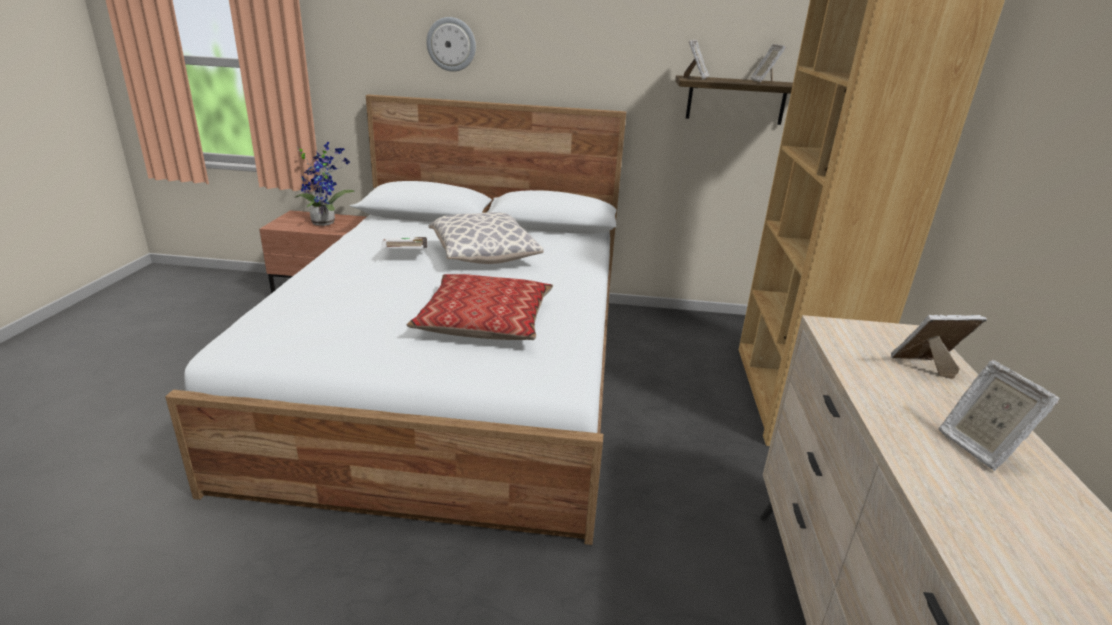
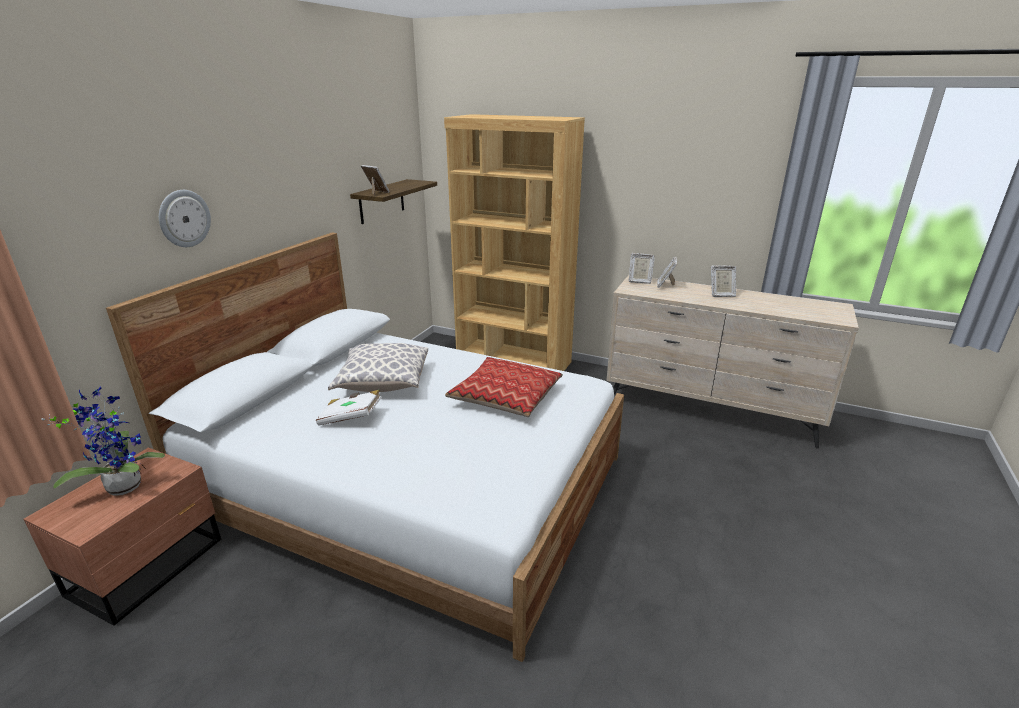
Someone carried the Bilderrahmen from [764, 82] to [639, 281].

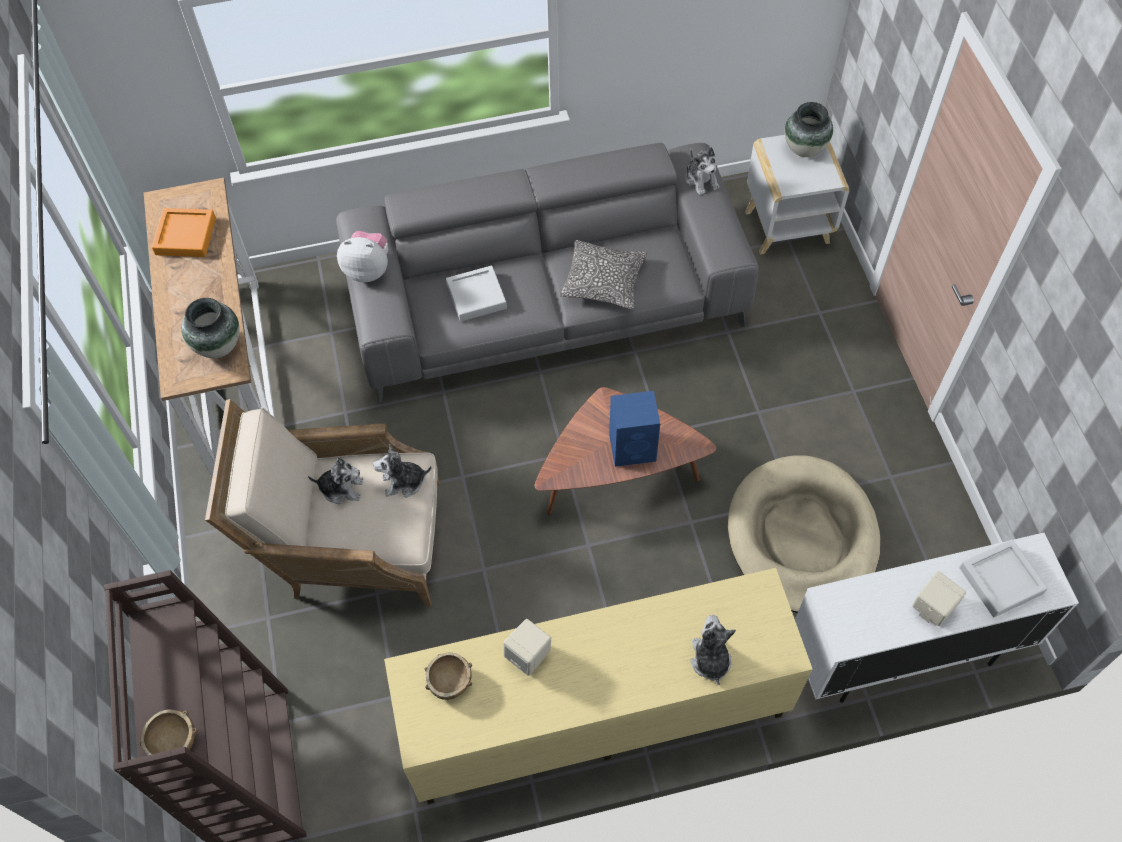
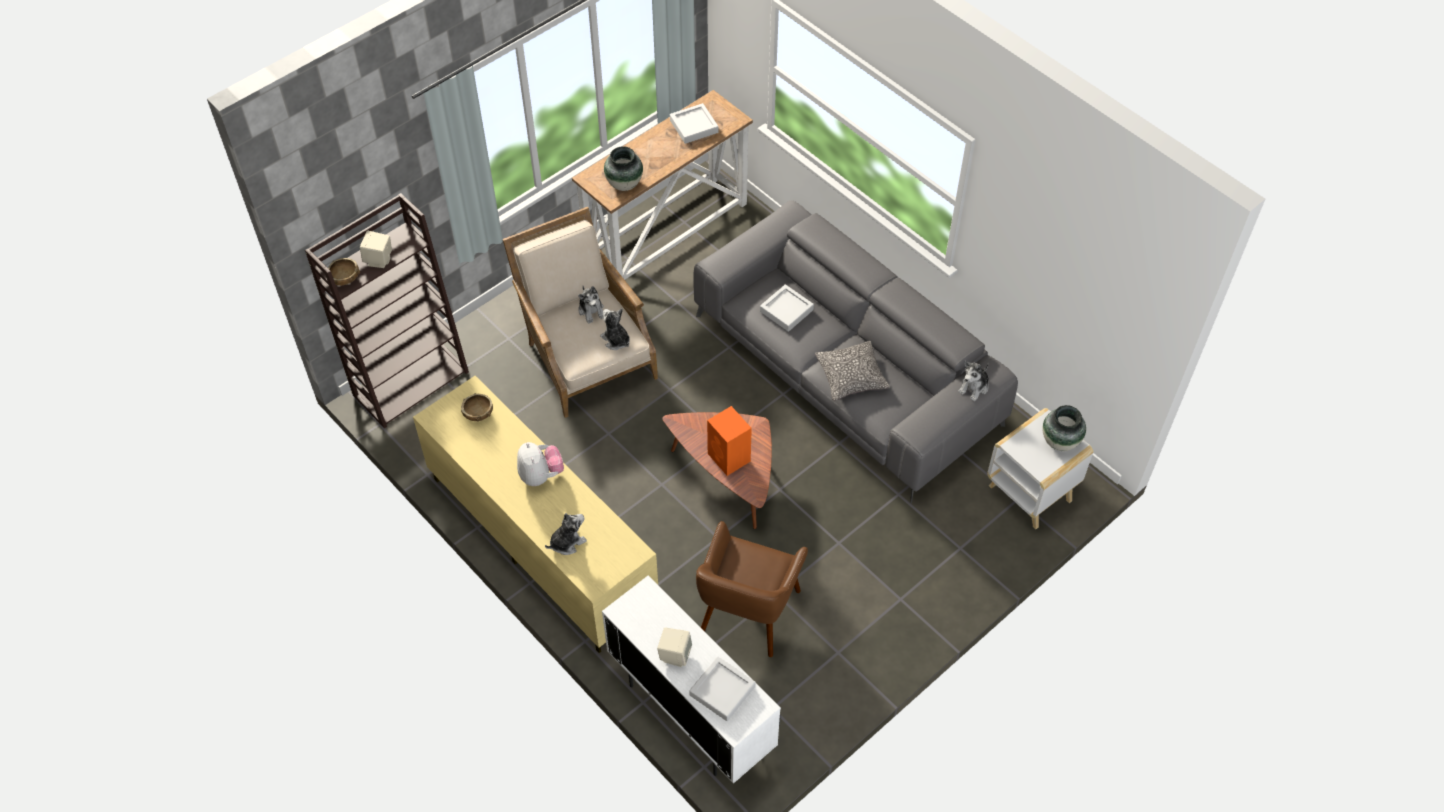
Someone carried the Lautsprecher/beige from [528, 655] to [379, 260].
Someone carried the Plüschtier from [368, 269] to [541, 475].
Someone repainted the Tablett/orange at [186, 236], which became the Tablett/grau at [694, 126].
Someone swapped the Hundebett/beige at [802, 537] for the Sessel/braun at [747, 612].
Someone repainted the Lautsprecher/blau at [633, 447], which became the Lautsprecher/orange at [729, 458].

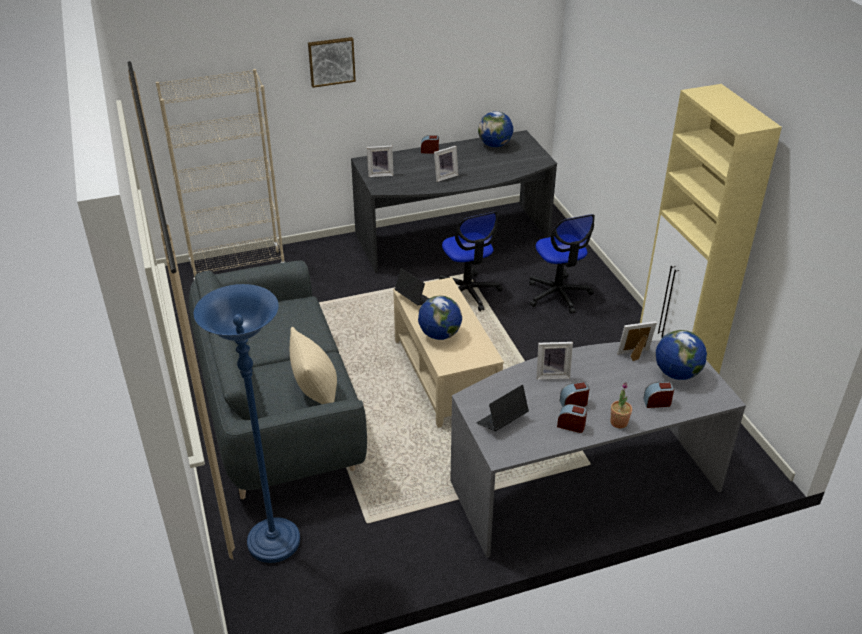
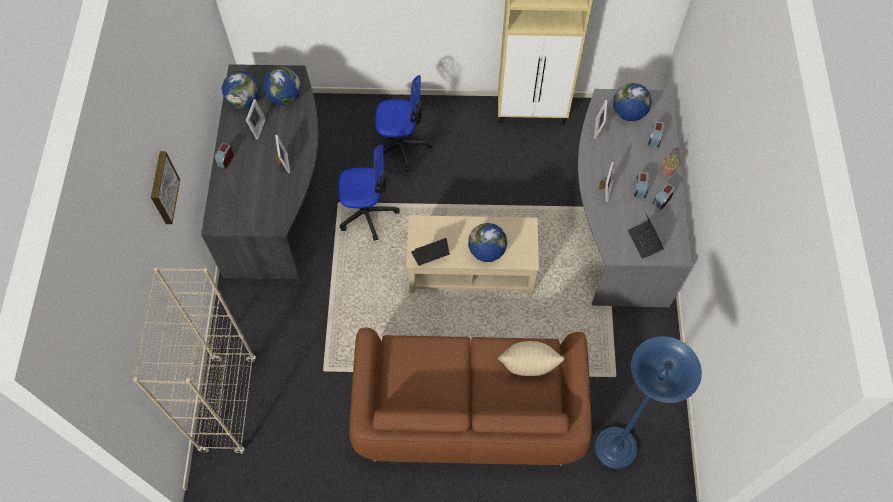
Someone carried the Bilderrahmen from [380, 174] to [256, 128].
Someone put down the Globus at [284, 97].
Someone repainted the Sofa/grau at [279, 412], which became the Sofa/braun at [469, 412].

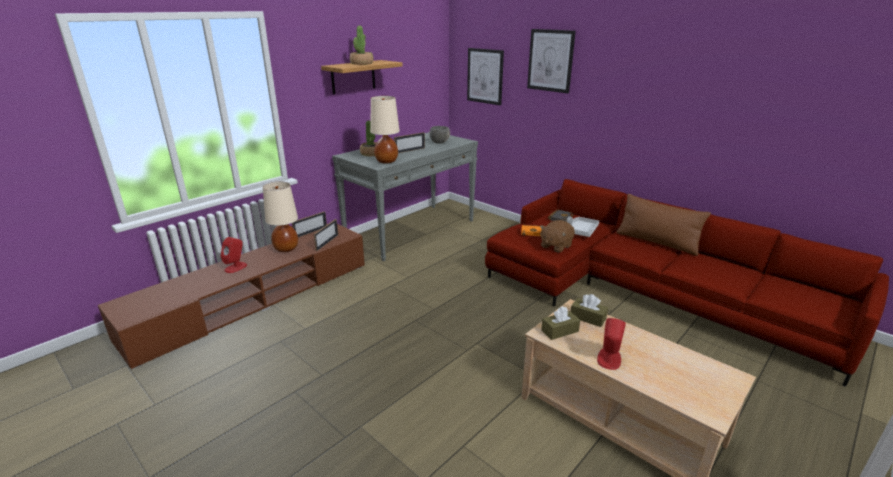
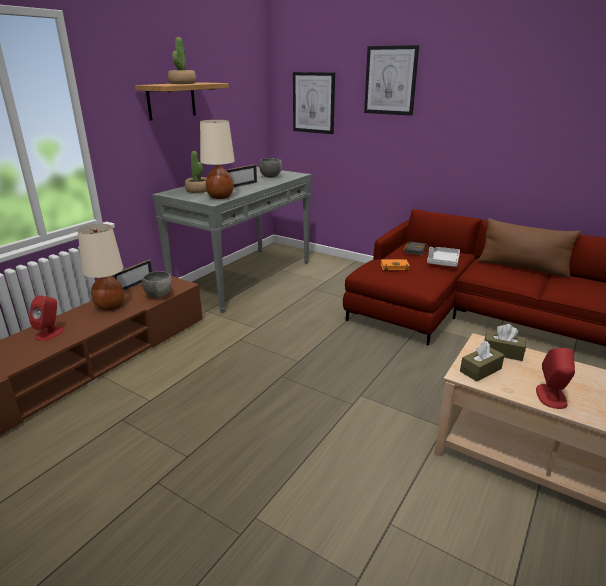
Someone swapped the Bilderrahmen at [327, 242] for the Schüssel/grau at [159, 295].
Someone took away the Plüschtier/braun at [555, 246].

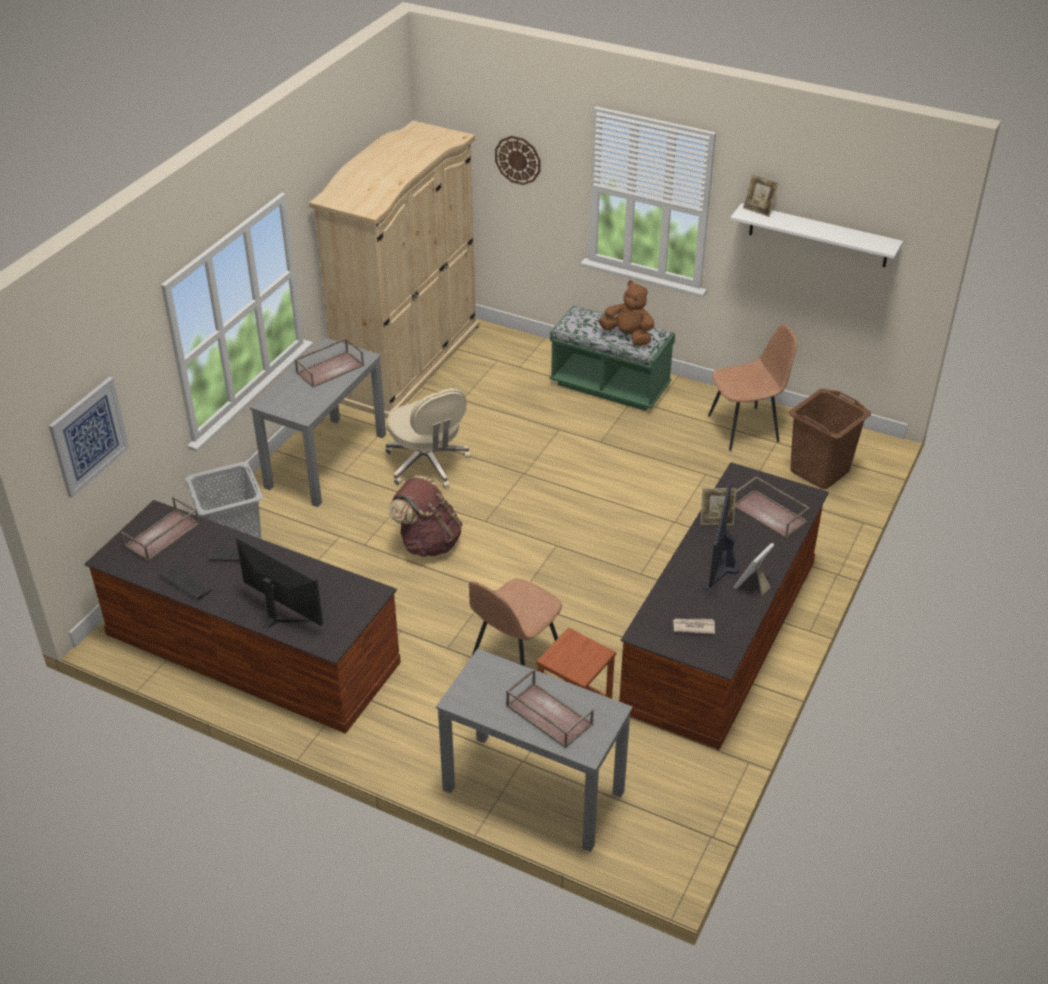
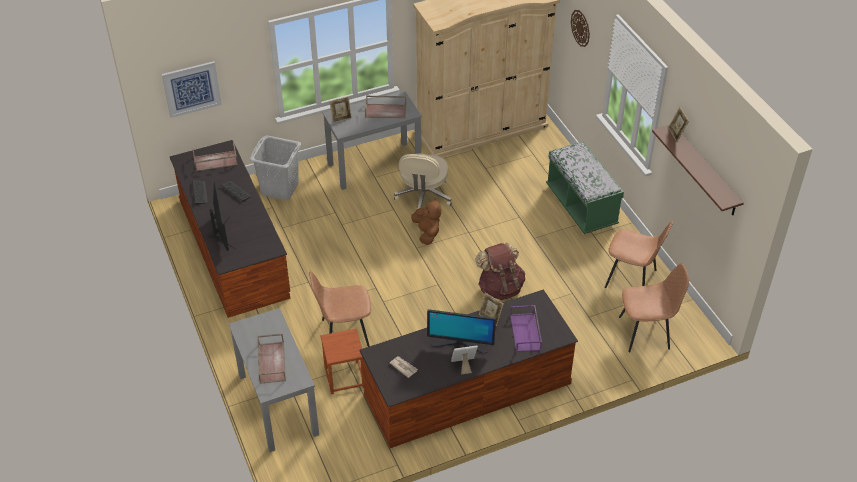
Someone put down the Bilderrahmen at [341, 118].
Someone carried the Plüschtier/braun from [628, 336] to [427, 233].
Someone rotated the Monitor at [721, 565] by 135 degrees counterclockwise.
Someone carried the Rucksack/braun from [428, 543] to [500, 288].
Someone repainted the Tablett/braun at [770, 514], which became the Tablett/lila at [526, 333].
Someone swapped the Wäschekorb/braun at [820, 471] for the Stuhl/braun at [645, 333].
Someone repainted the Wandregal/weiß at [818, 235], which became the Wandregal/braun at [705, 171].

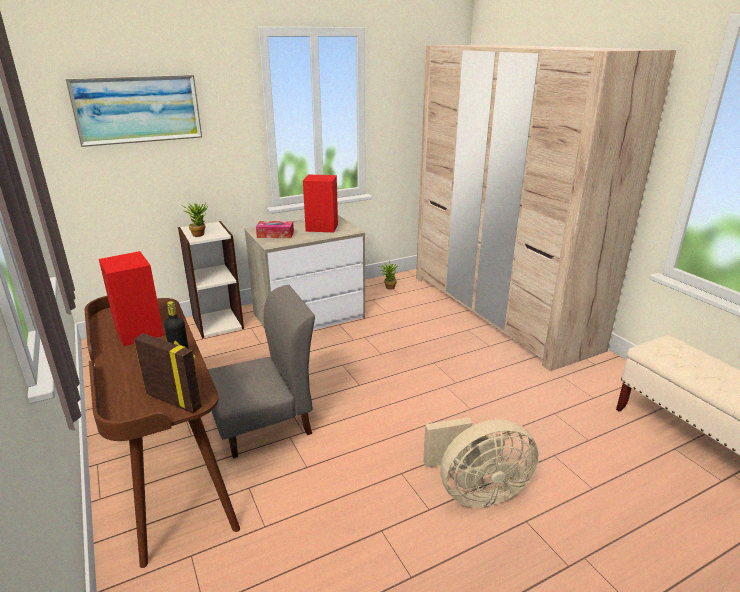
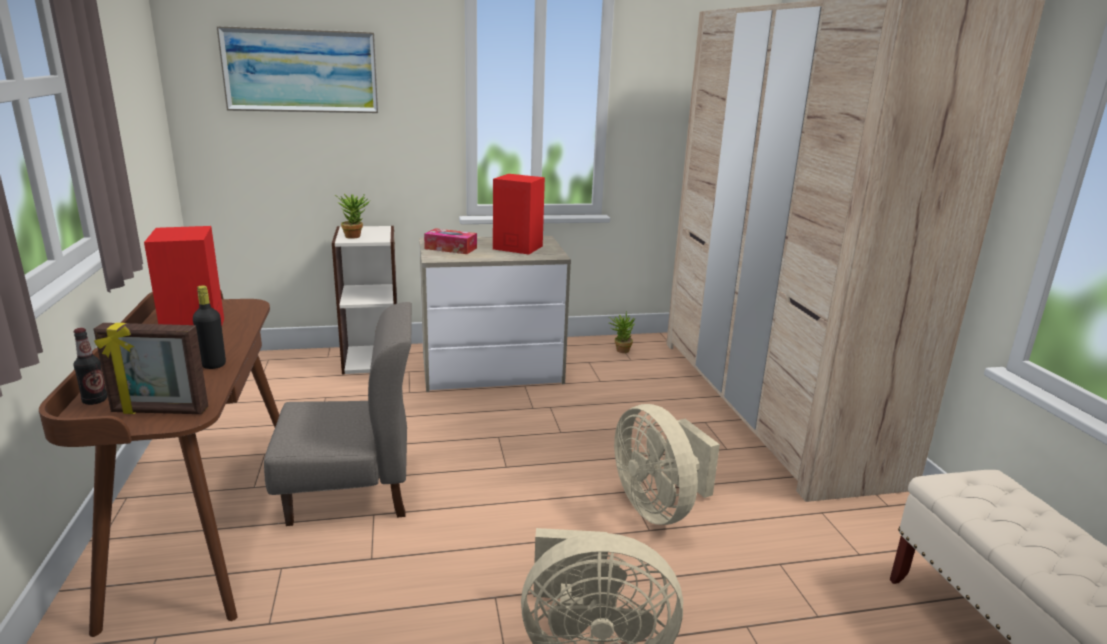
Someone put down the Flasche at [95, 401].
Someone rotated the Bilderrahmen at [174, 400] by 135 degrees clockwise.
Someone put down the Ventilator/beige at [658, 507].

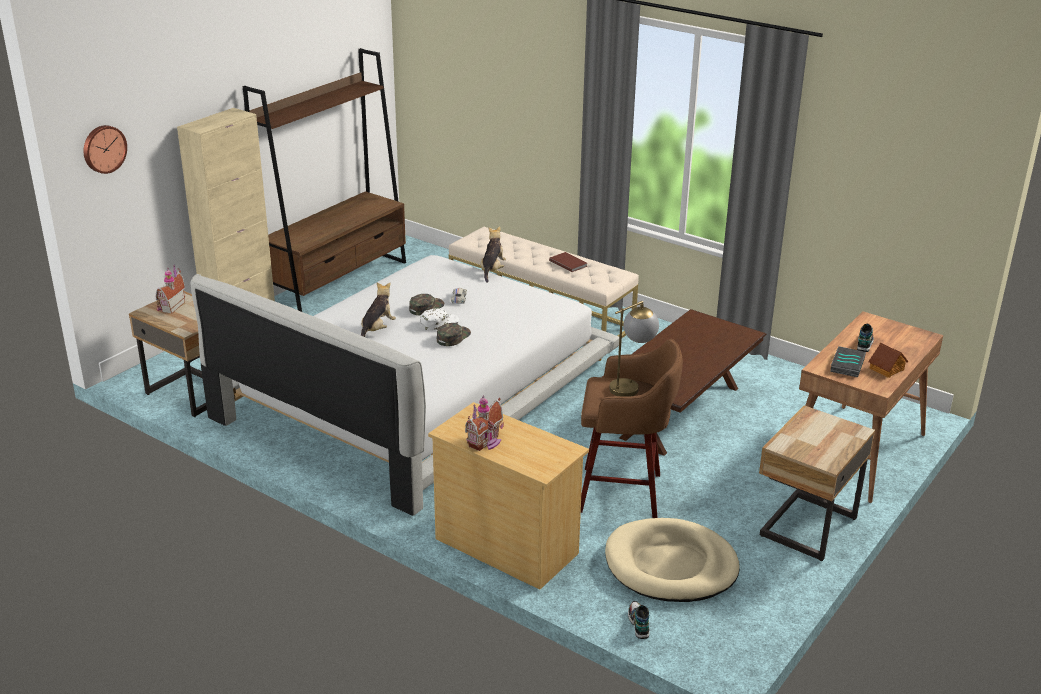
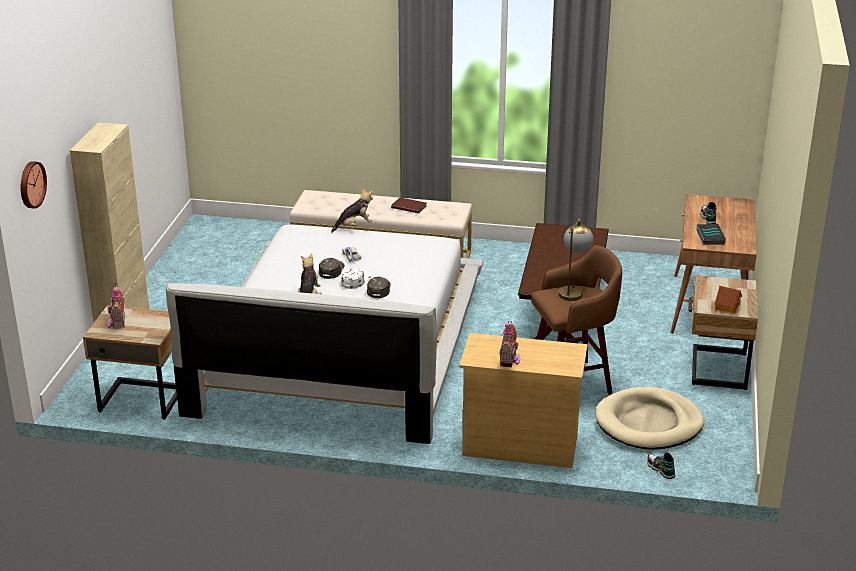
Someone rotated the Plüschtier at [492, 270] by 75 degrees clockwise.
Someone carried the Spielzeughaus from [887, 369] to [728, 306].
Someone took away the Bücherregal/braun at [338, 282].

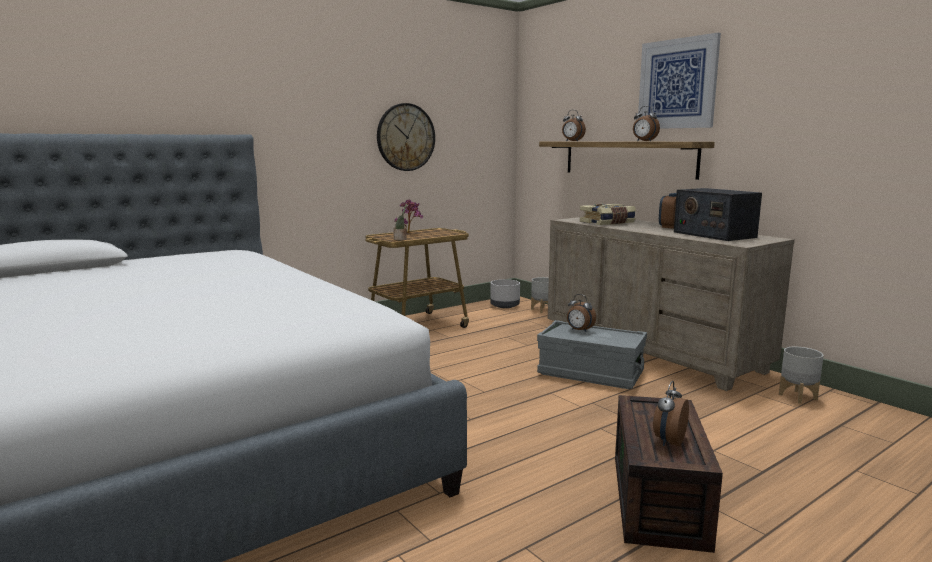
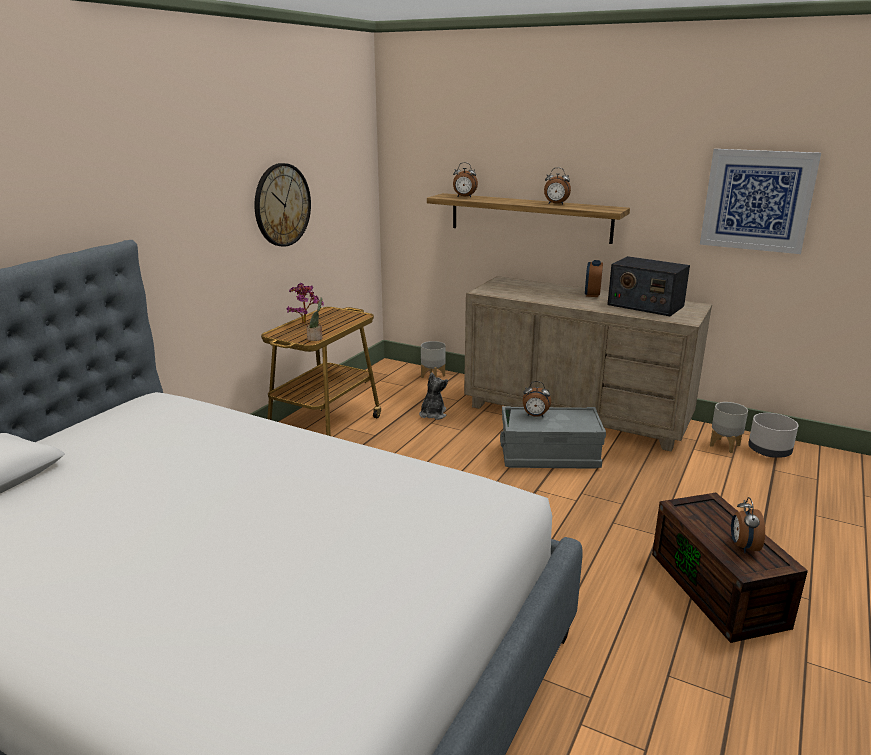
Someone put down the Plüschtier at [432, 414].
Someone carried the Bild from [677, 84] to [757, 200].
Someone carried the Pflanzkübel/grau from [504, 305] to [768, 451].
Someone took away the Buch at [608, 223].

